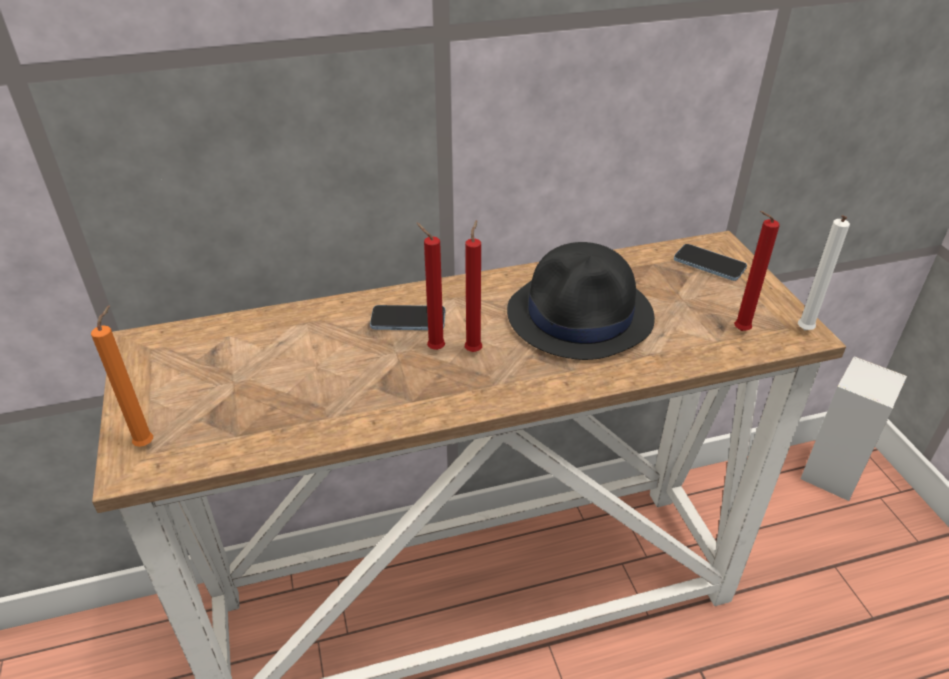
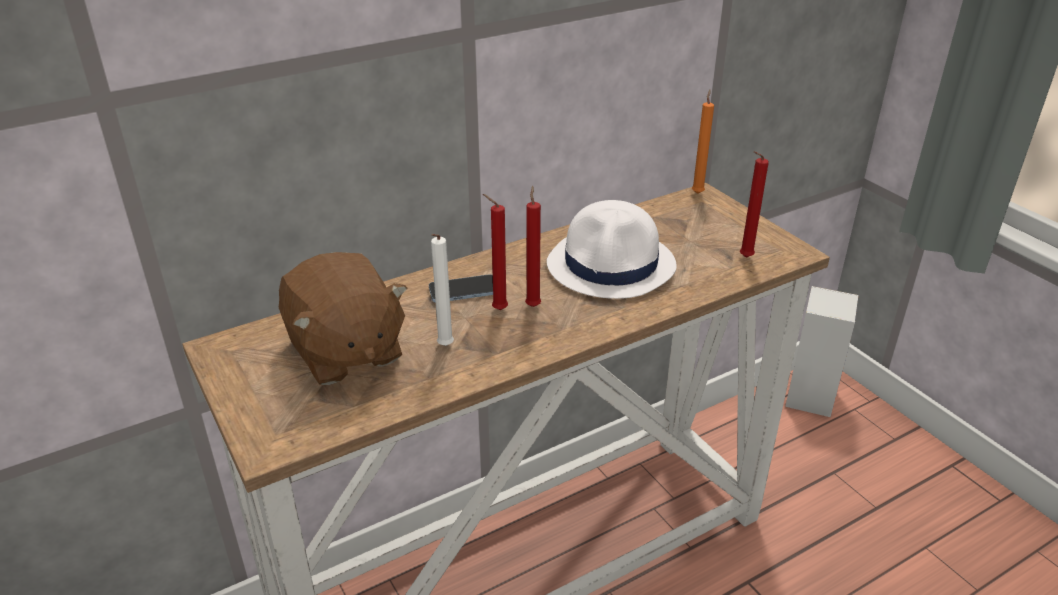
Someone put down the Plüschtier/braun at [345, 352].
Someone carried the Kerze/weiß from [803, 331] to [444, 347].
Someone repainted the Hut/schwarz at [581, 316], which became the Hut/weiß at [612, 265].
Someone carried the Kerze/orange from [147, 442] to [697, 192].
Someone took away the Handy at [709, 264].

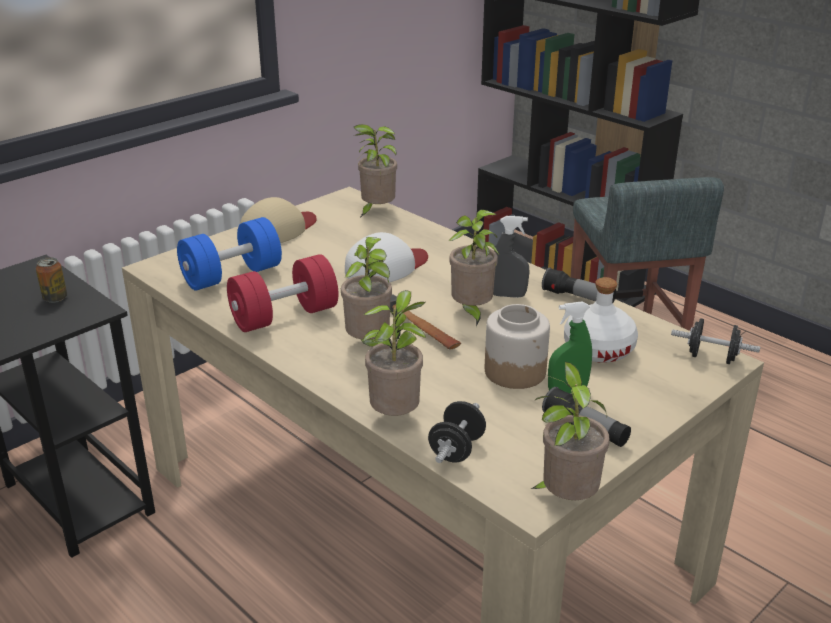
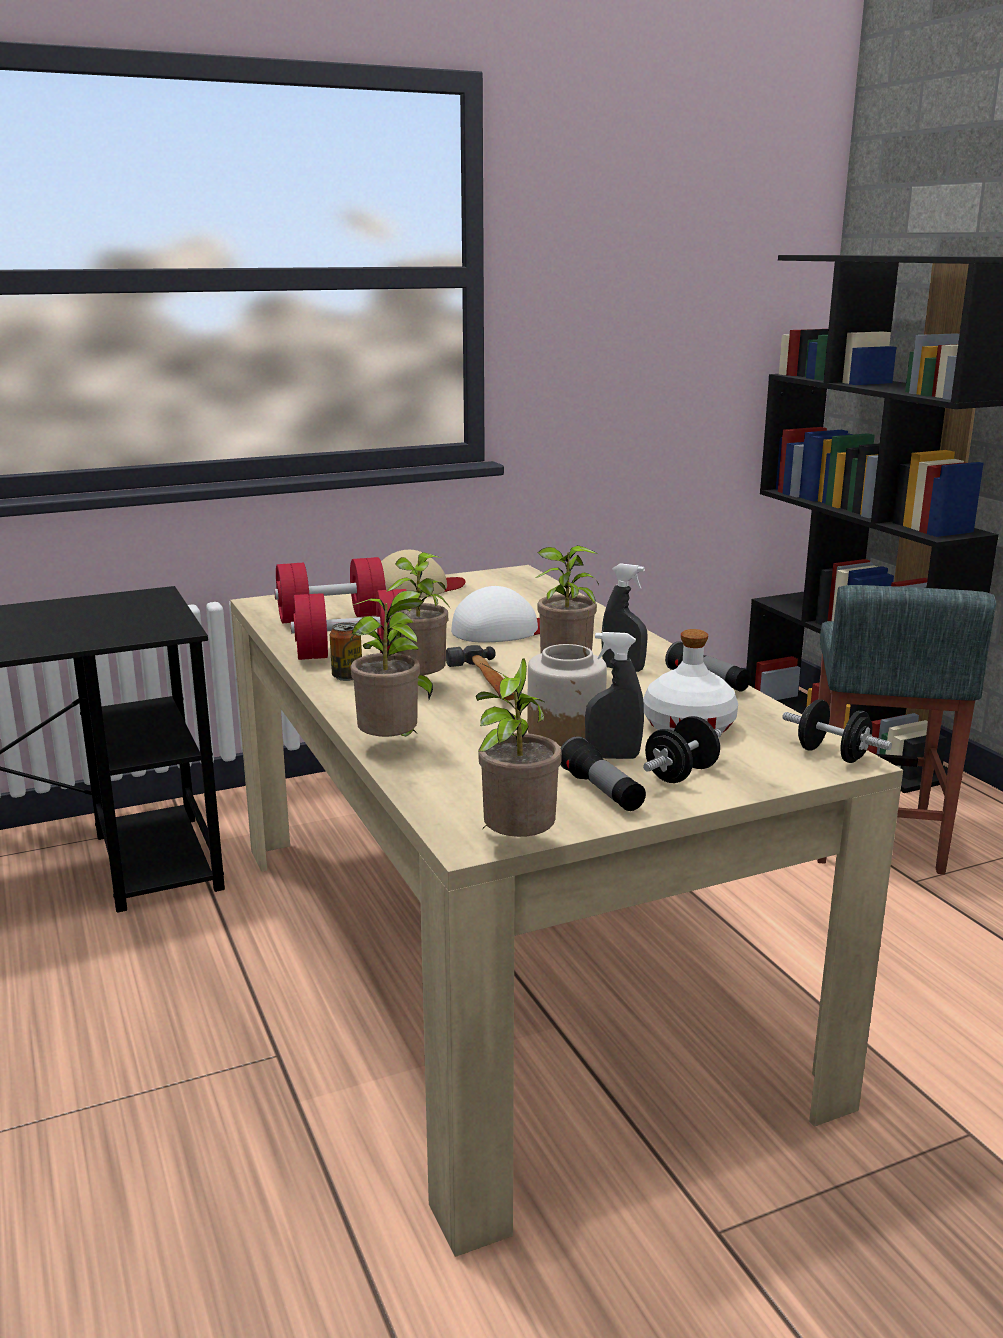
Someone repainted the Hantel/blau at [232, 276], which became the Hantel/rot at [332, 617].
Someone carried the Dose from [55, 298] to [347, 677].
Someone repainted the Sprühflasche/grün at [567, 391], which became the Sprühflasche/grau at [613, 756].
Someone carried the Hantel/schwarz from [456, 449] to [681, 774].
Someone took away the Topfpflanze at [376, 211].

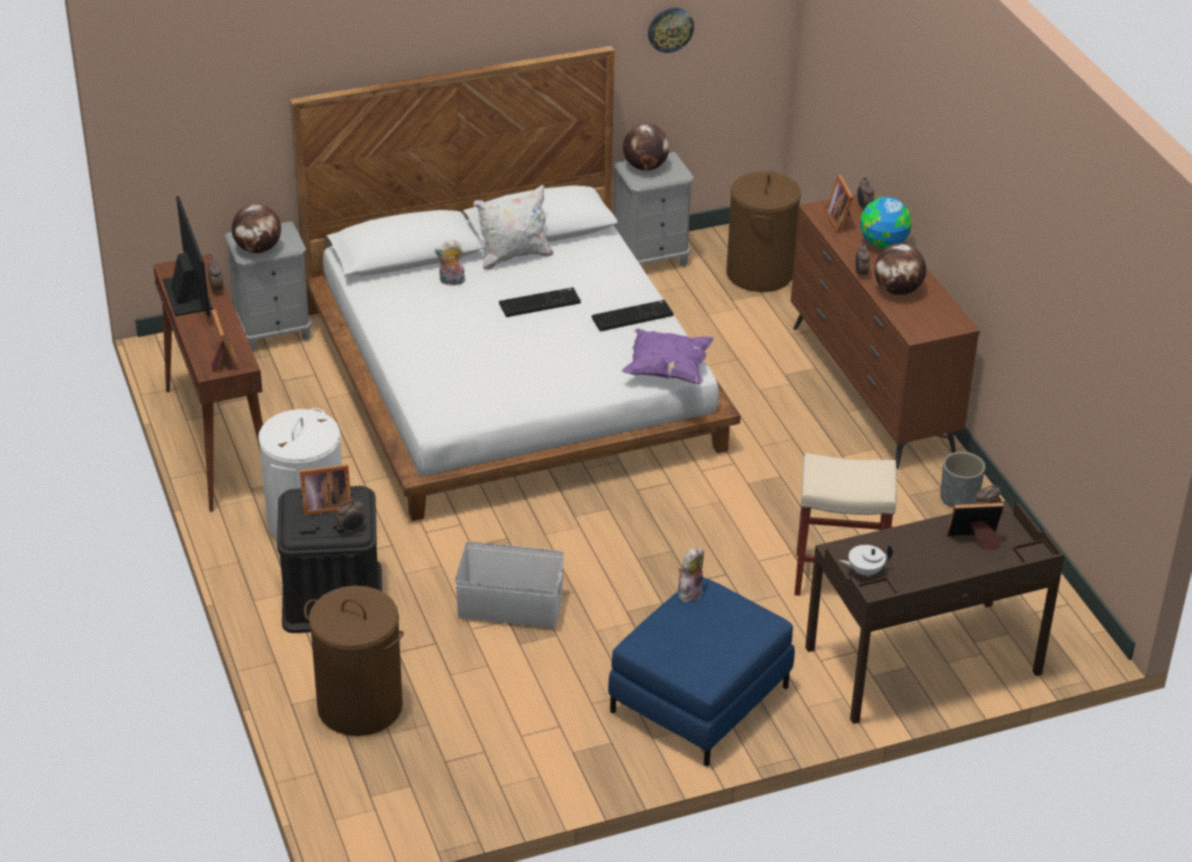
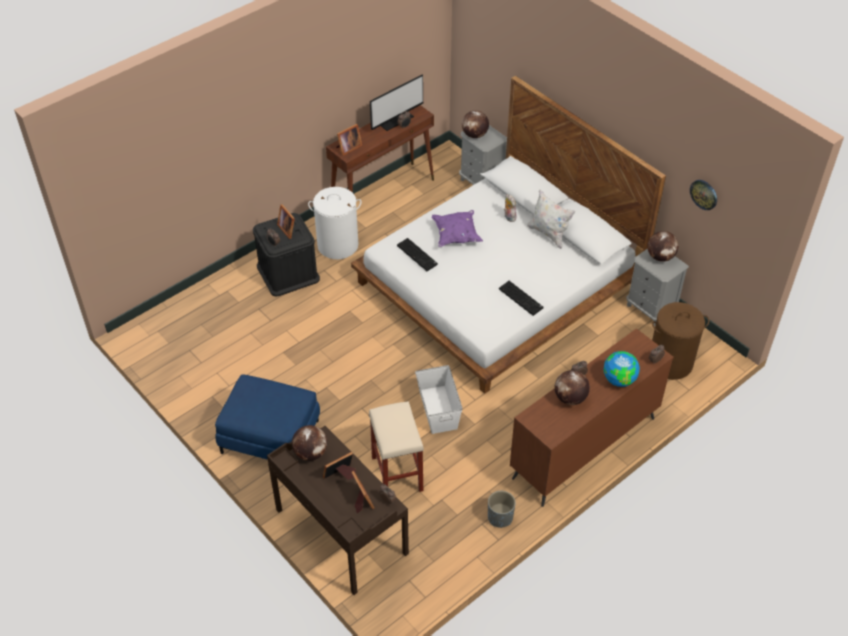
Someone swapped the Teekanne/weiß at [864, 571] for the Globus at [311, 453].
Someone carried the Bilderrahmen from [840, 219] to [341, 475].
Someone carried the Tastatur from [540, 302] to [418, 255].
Someone carried the Aufbewahrungsbox/weiß from [510, 607] to [437, 409].
Someone carried the Kissen/lila from [667, 370] to [456, 235].
Someone took away the Wäschekorb/braun at [359, 706].
Someone took away the Plüschtier at [689, 592].

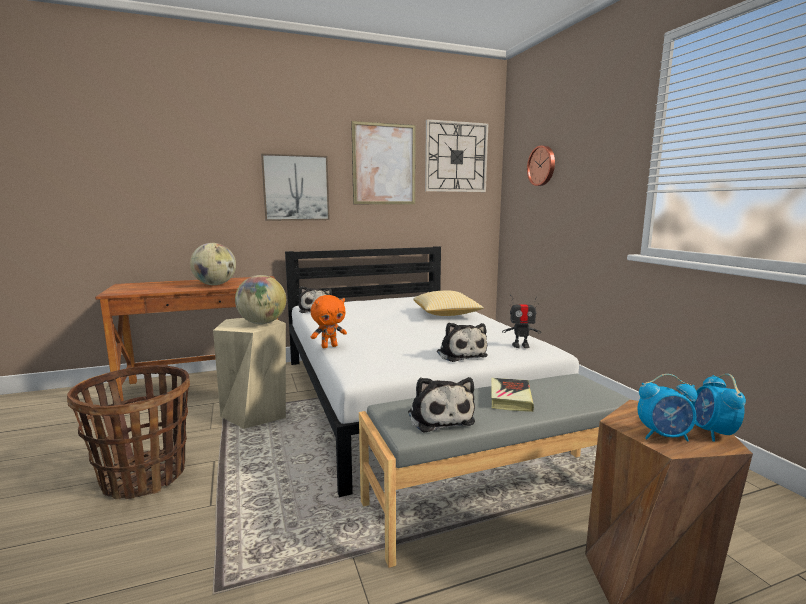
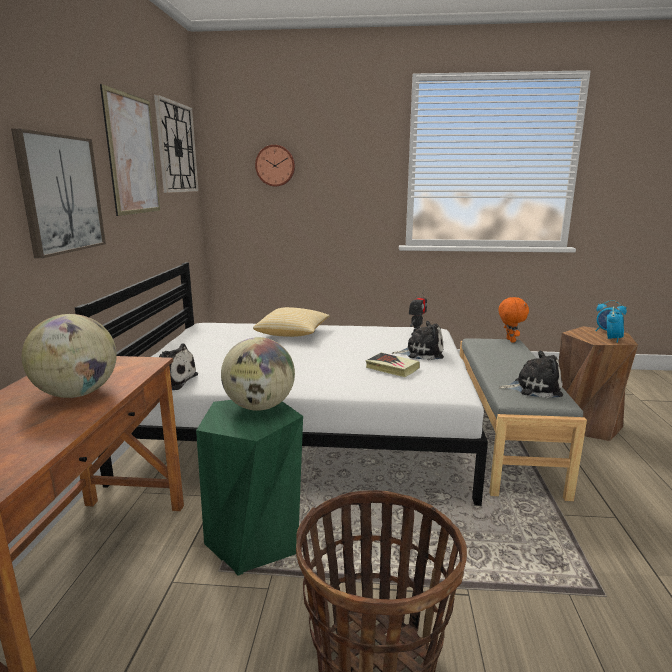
Someone repainted the Hocker/beige at [256, 413], which became the Hocker/grün at [255, 539].
Someone carried the Buch from [510, 398] to [392, 368].
Someone carried the Plüschtier/orange from [329, 346] to [509, 340].

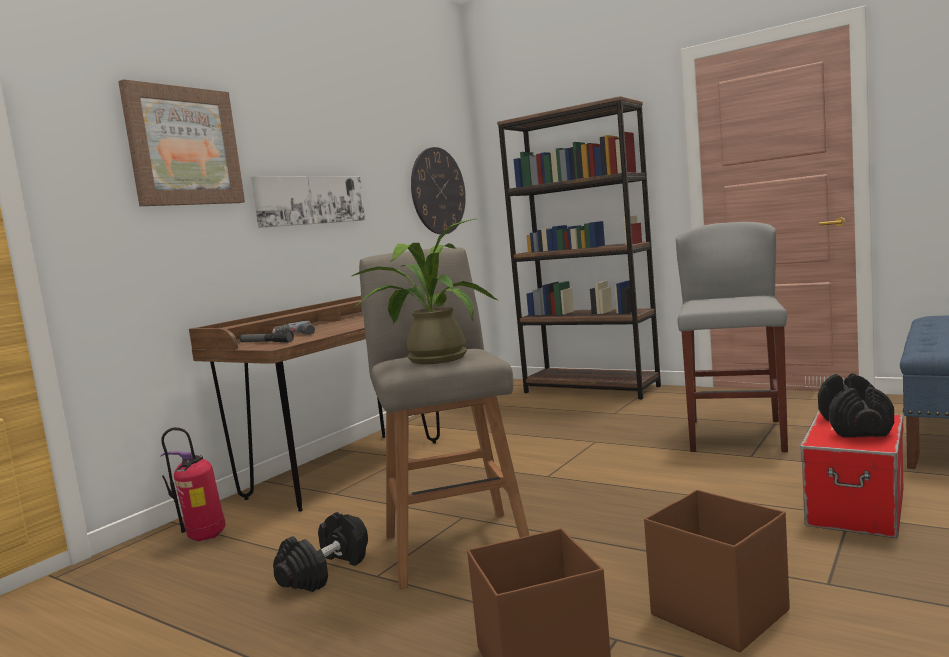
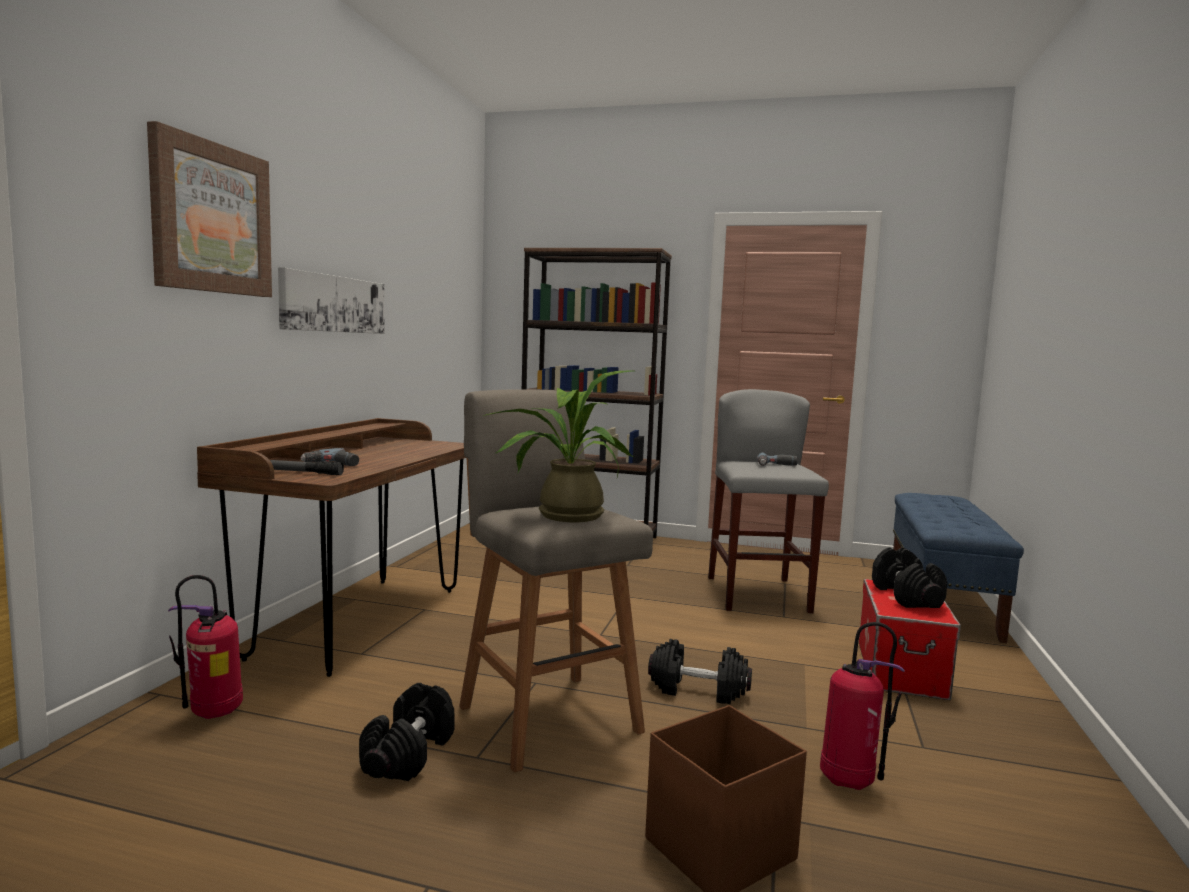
Someone put down the Hantel/schwarz at [698, 690].
Someone put down the Bohrmaschine at [776, 465].
Someone swapped the Aufbewahrungsbox/braun at [718, 612] for the Feuerlöscher at [850, 781].
Someone took away the Wanduhr at [438, 191].

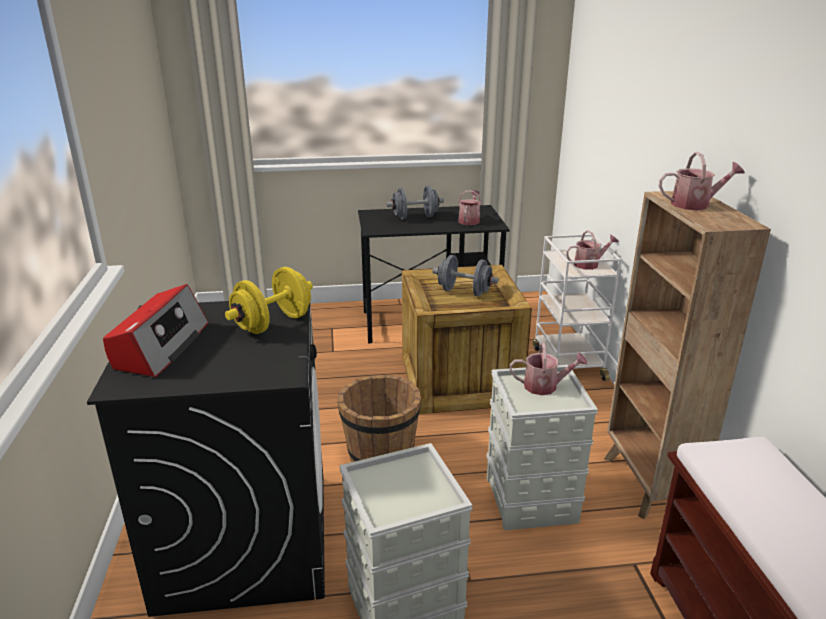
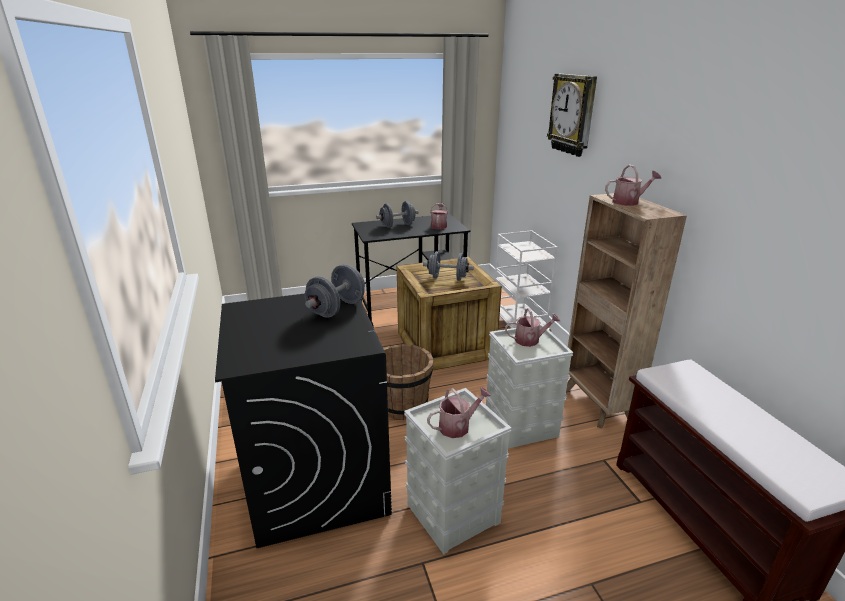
Someone repainted the Hantel/gelb at [273, 323], which became the Hantel/grau at [337, 309].
Someone carried the Gießkanne from [589, 264] to [458, 426].
Someone put up the Wanduhr at [573, 114].
Someone took away the Radio at [160, 346].

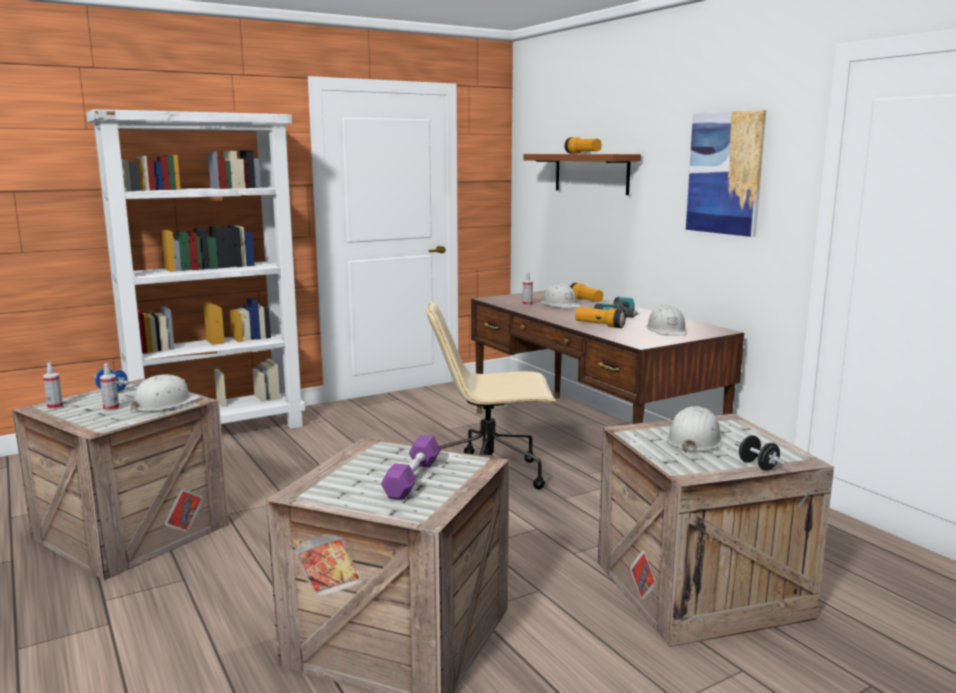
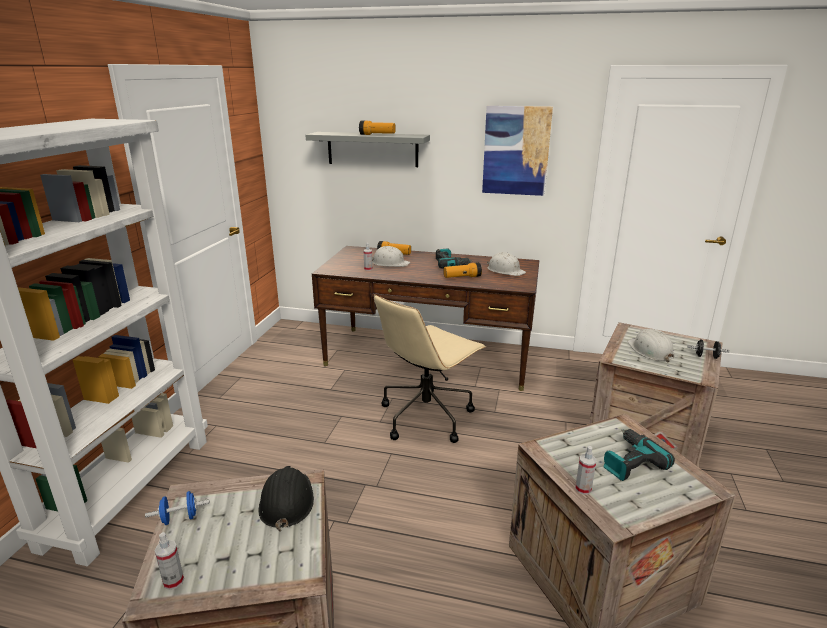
Someone repainted the Schutzhelm/weiß at [165, 404], which became the Schutzhelm/schwarz at [286, 502].
Someone repainted the Wandregal/braun at [591, 173], which became the Wandregal/grau at [372, 149].
Someone carried the Sprühflasche from [111, 408] to [583, 489].
Someone swapped the Hantel/lila at [412, 478] for the Bohrmaschine at [629, 461].

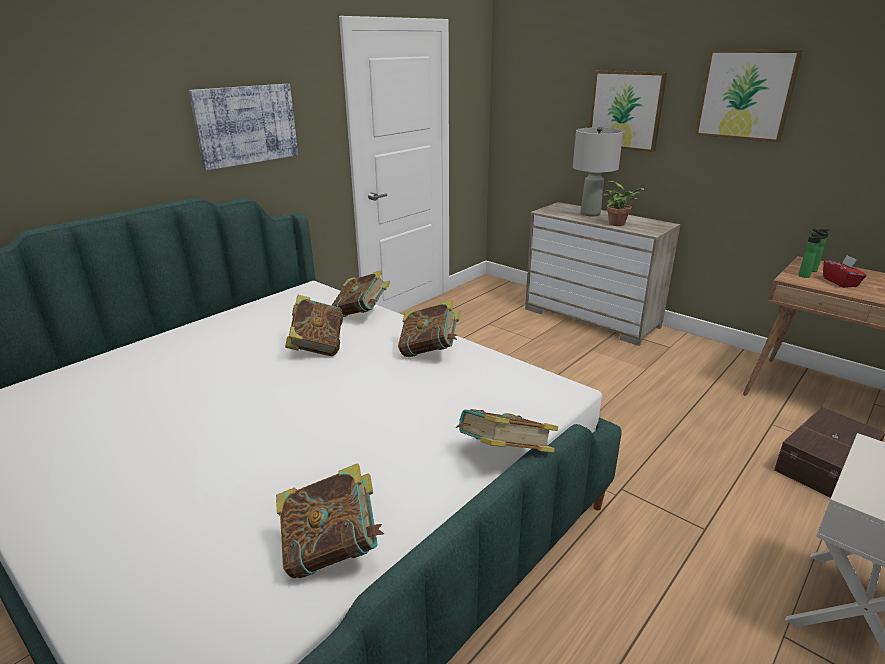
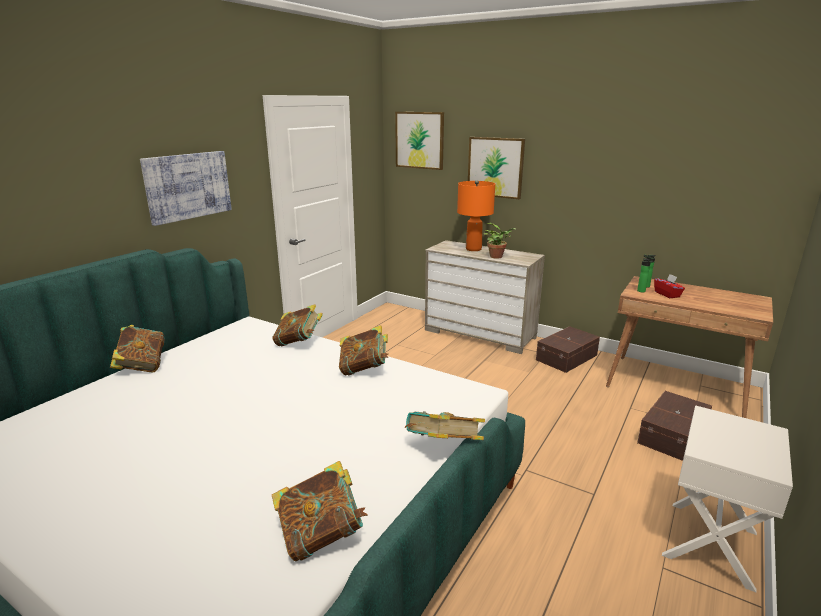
Someone carried the Buch from [317, 347] to [141, 366].
Someone carried the Bild from [745, 95] to [419, 140].
Someone repainted the Tischlampe/grau at [590, 214], which became the Tischlampe/orange at [474, 249].
Someone put down the Aufbewahrungsbox/braun at [567, 358].

